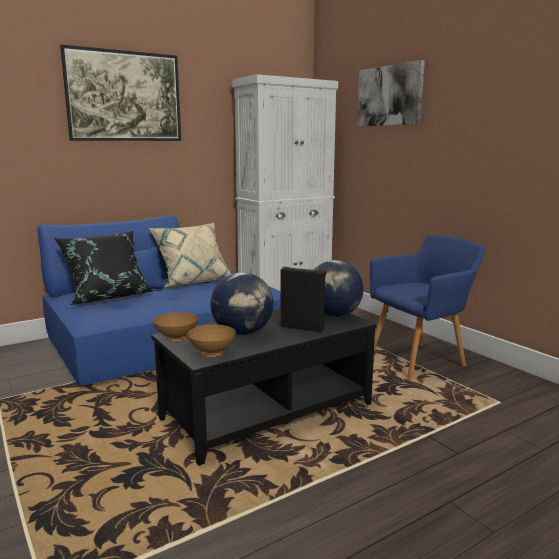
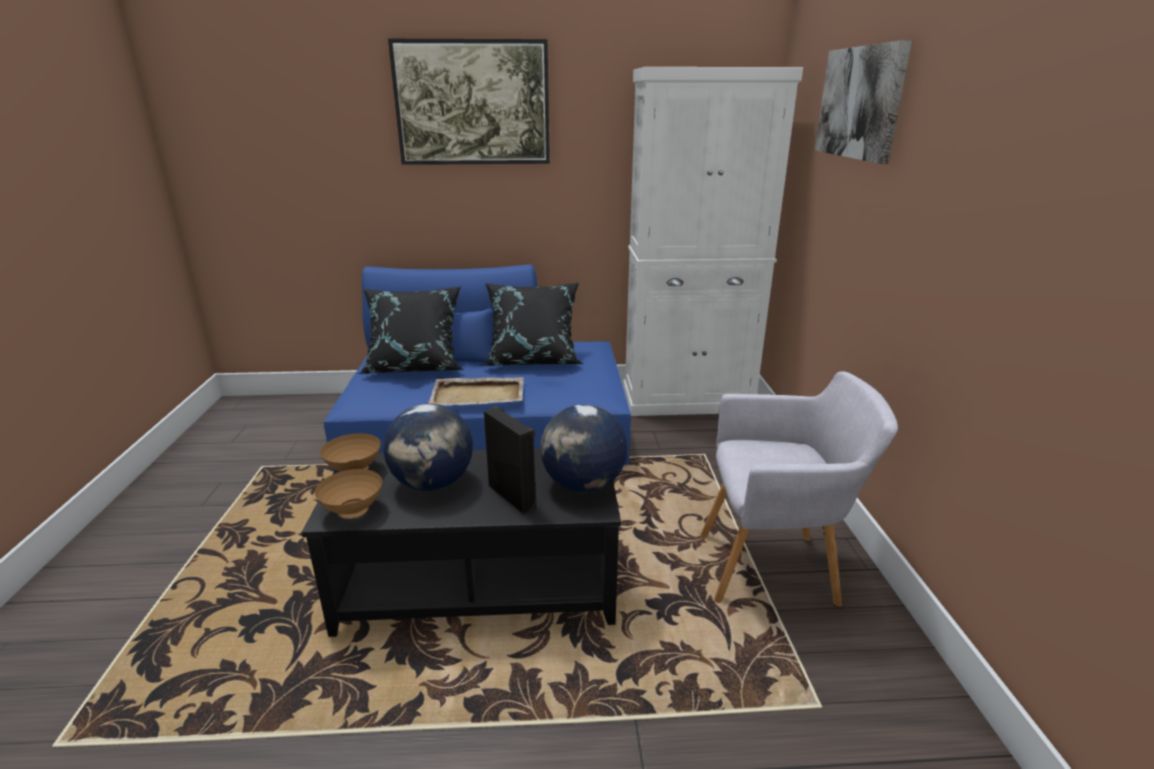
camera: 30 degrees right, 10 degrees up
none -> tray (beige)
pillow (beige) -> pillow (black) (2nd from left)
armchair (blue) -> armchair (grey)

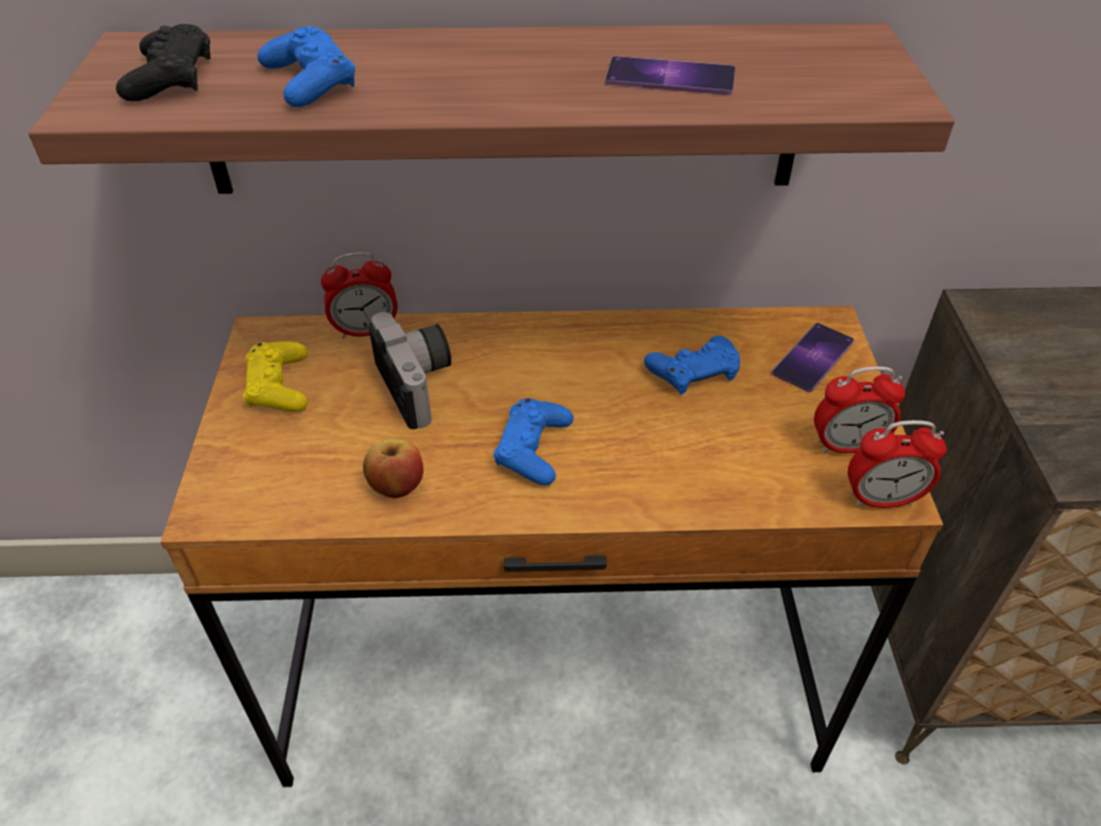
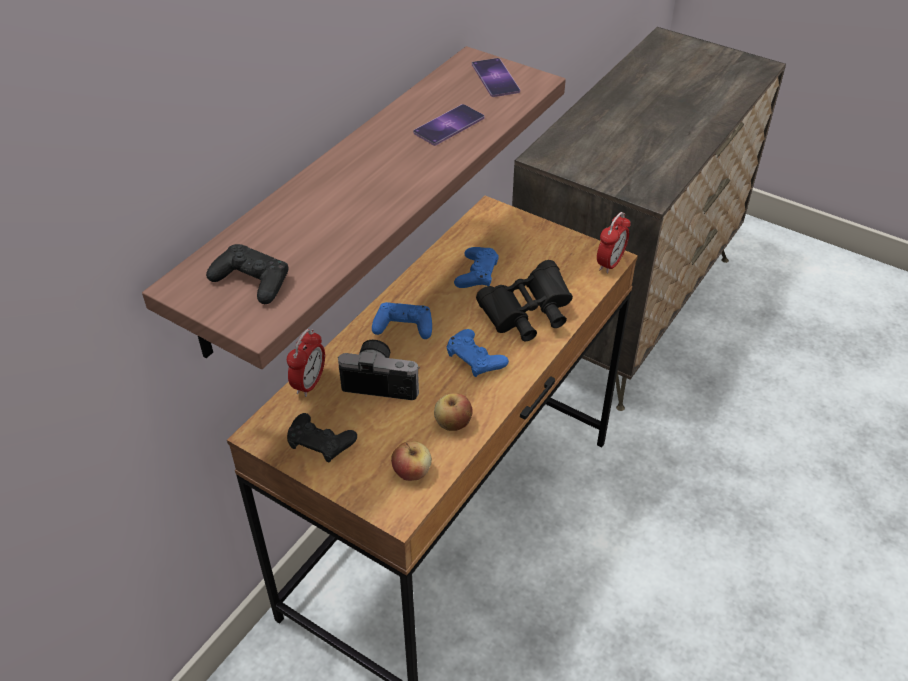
camera: 55 degrees left, 0 degrees up
game controller (yellow) -> game controller (black) (2nd from left)
game controller (blue) (1st from left), moved
none -> apple (1st from left)
phone (2nd from left), moved
none -> binoculars (black)
alarm clock (2nd from left) -> none

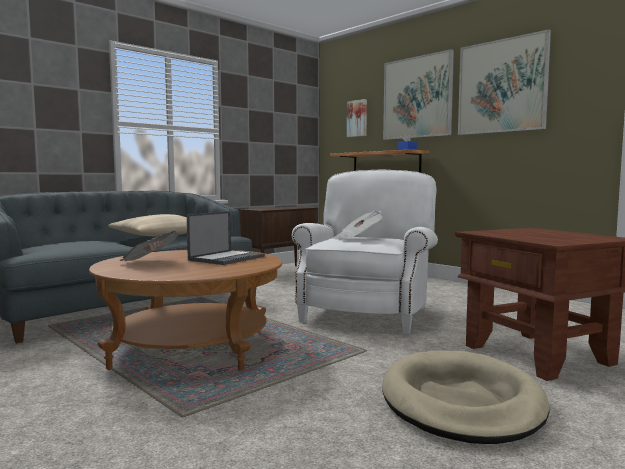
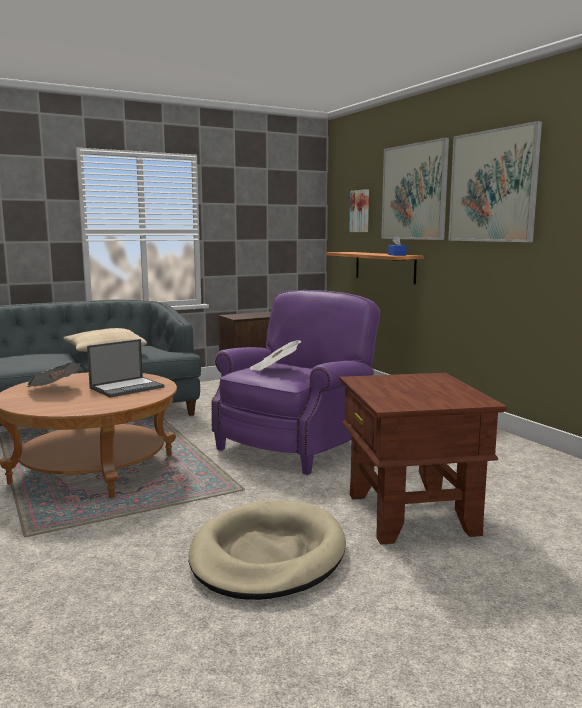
camera: 15 degrees right, 5 degrees up
armchair (white) -> armchair (purple)

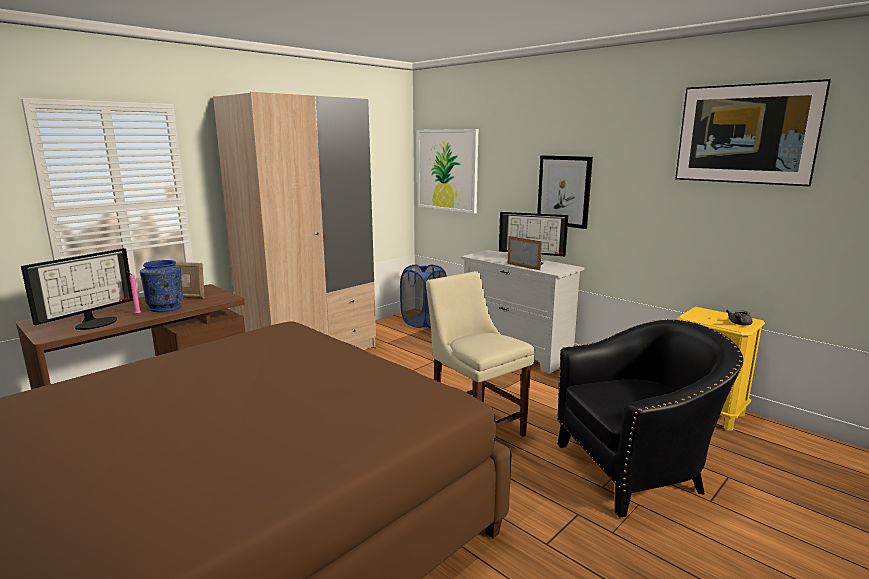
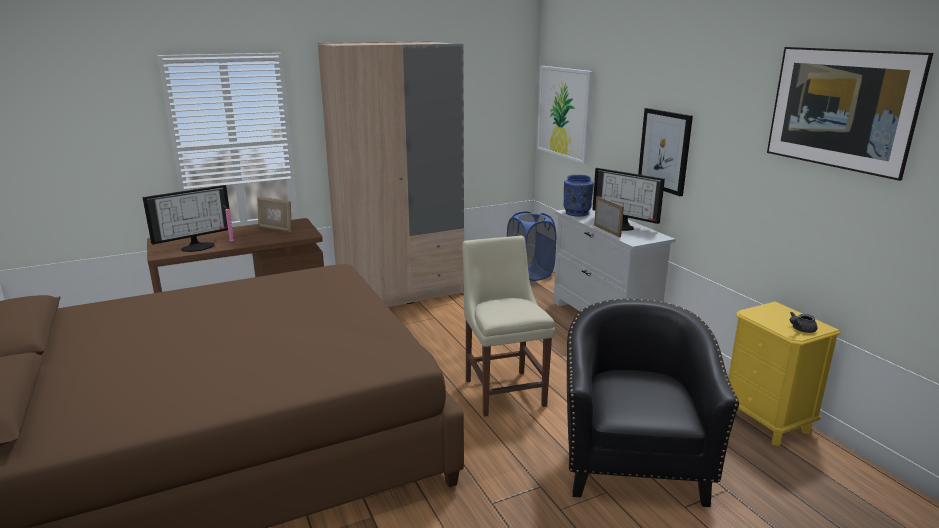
camera: 20 degrees right, 5 degrees up
vase (blue), moved
armchair (black), 90 degrees counterclockwise

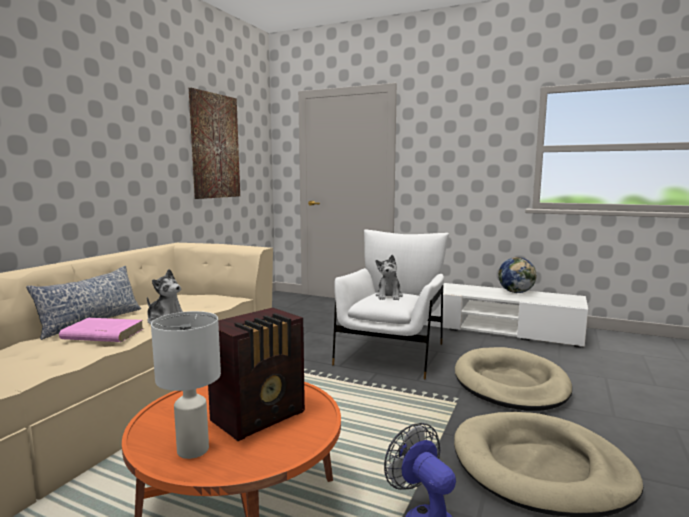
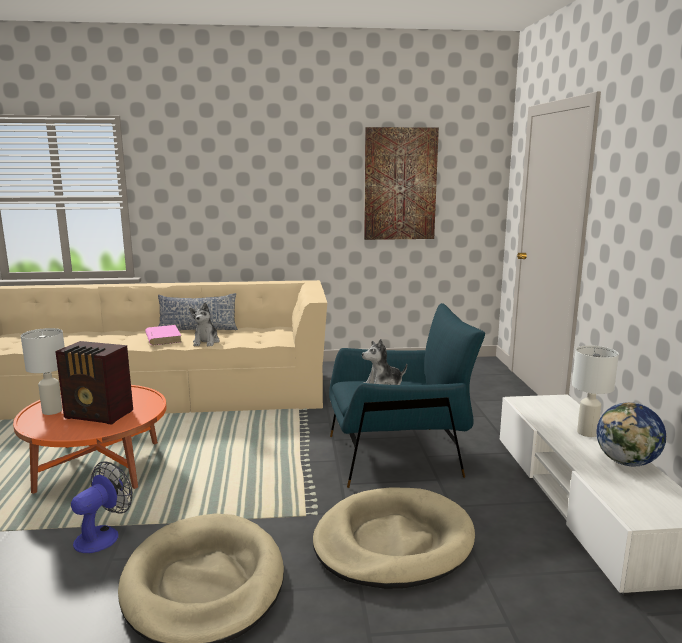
camera: 60 degrees right, 5 degrees up
armchair (white) -> armchair (blue)
none -> table lamp (white) (2nd from left)

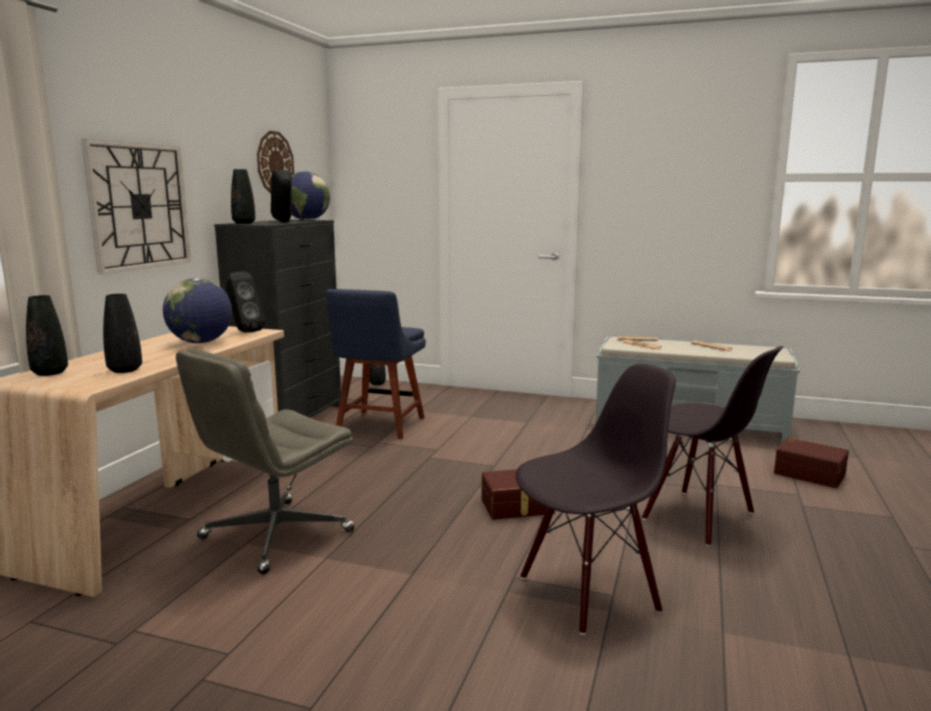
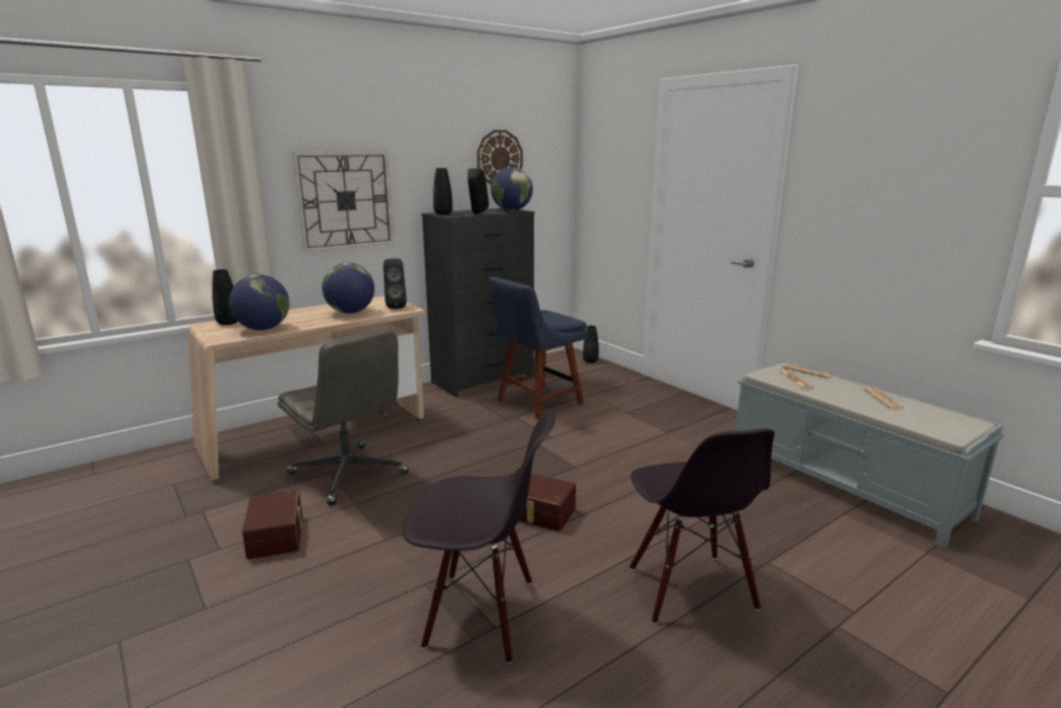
camera: 35 degrees right, 5 degrees up
vase (black) (2nd from left) -> globe (1st from left)
storage box (brown) (2nd from left in the first image) -> storage box (brown) (1st from left), moved
office chair (grey), 120 degrees counterclockwise

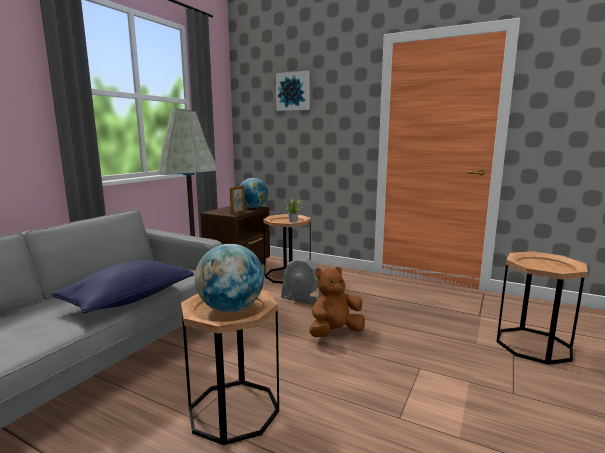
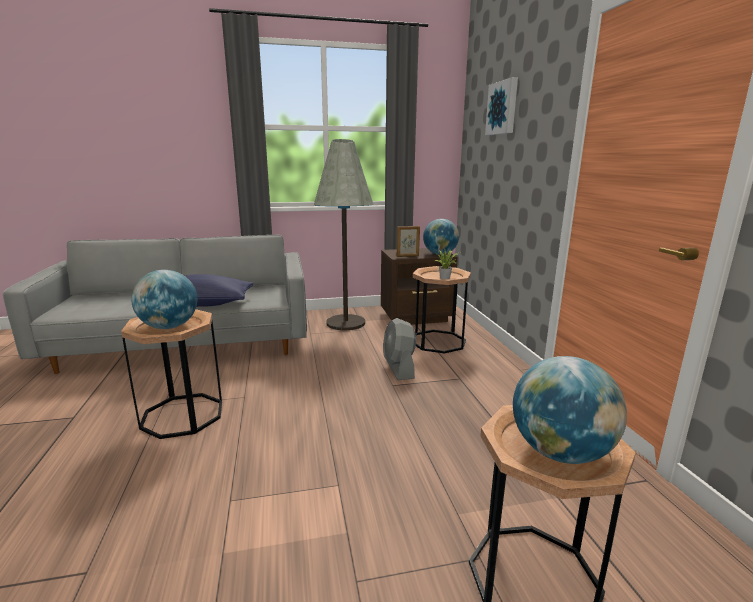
camera: 50 degrees right, 5 degrees up
none -> globe (3rd from left)
plush toy (brown) -> none

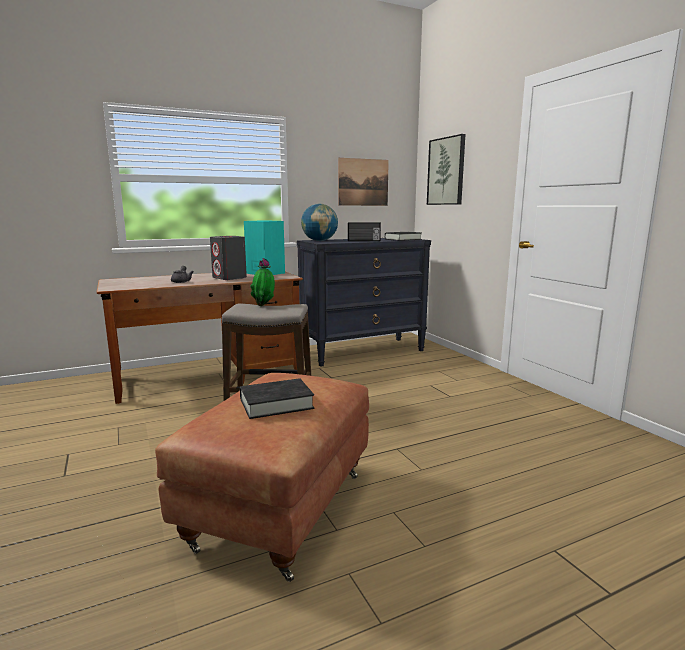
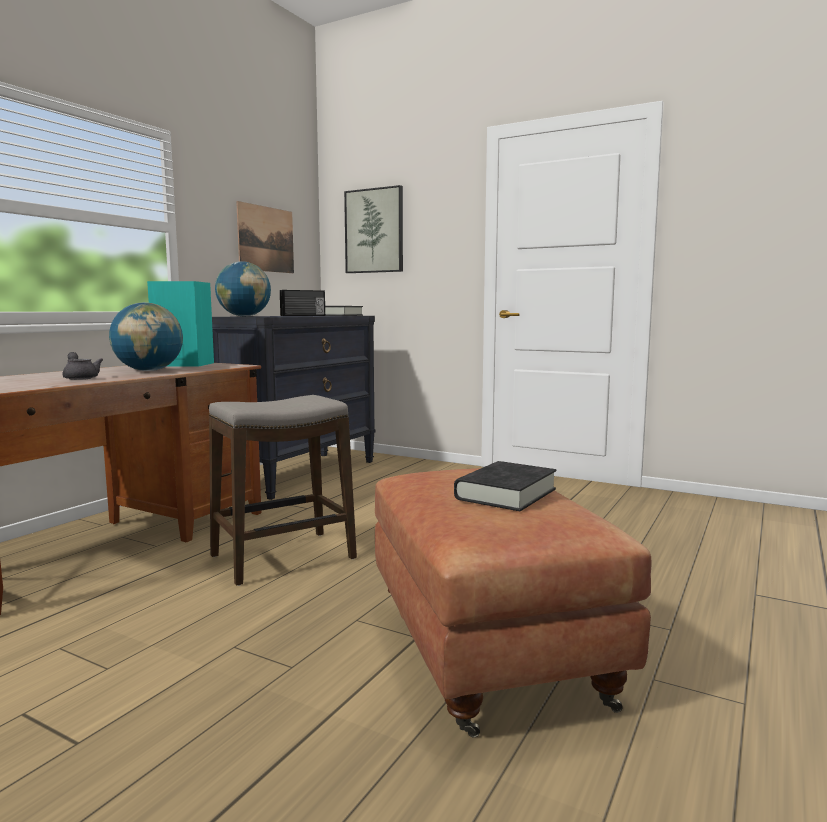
camera: 35 degrees left, 5 degrees down
speaker (grey) -> globe (1st from left)
potted plant -> none

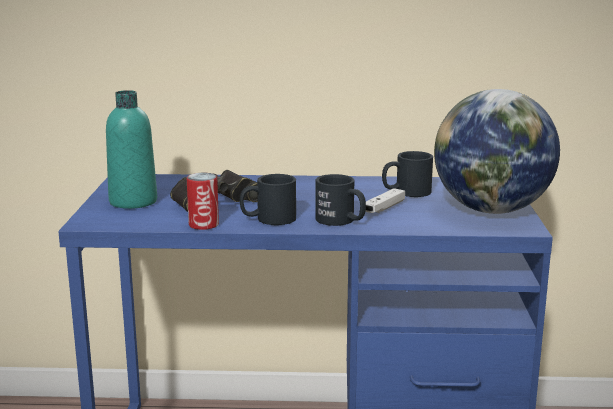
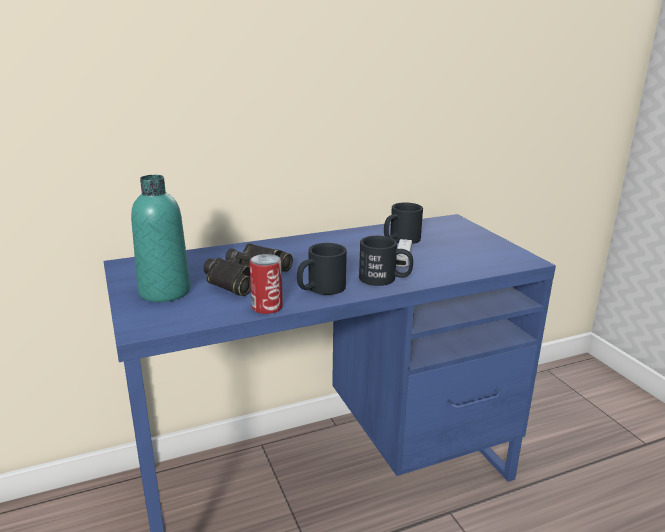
camera: 25 degrees left, 5 degrees up
globe -> none

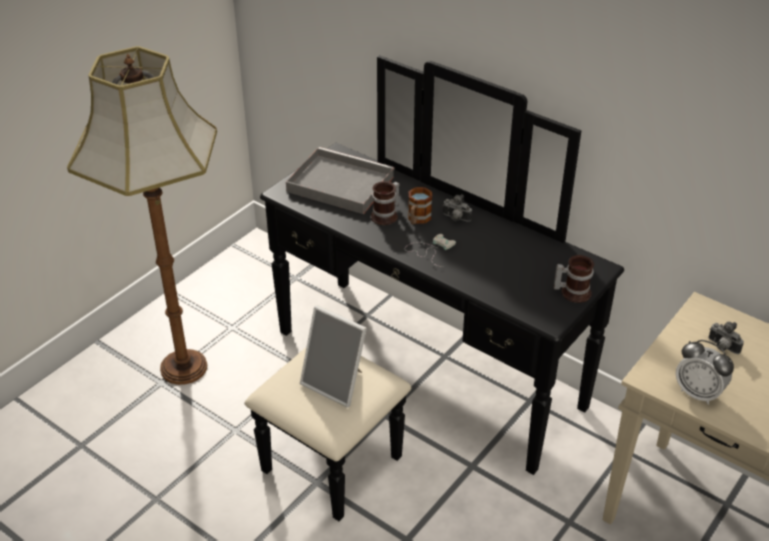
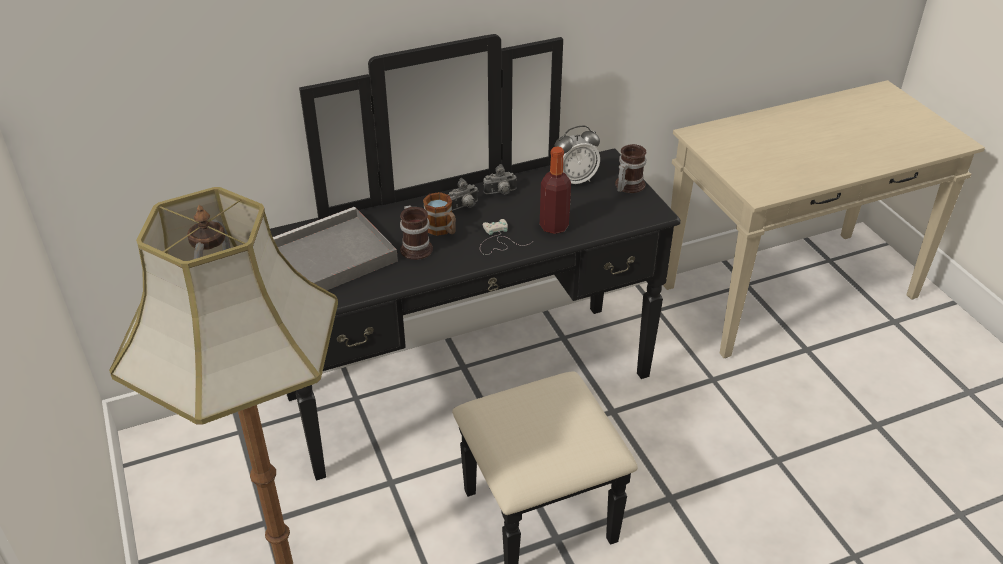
camera: 60 degrees left, 0 degrees up
photo camera (2nd from left), moved
none -> bottle
alarm clock, moved
picture frame -> none

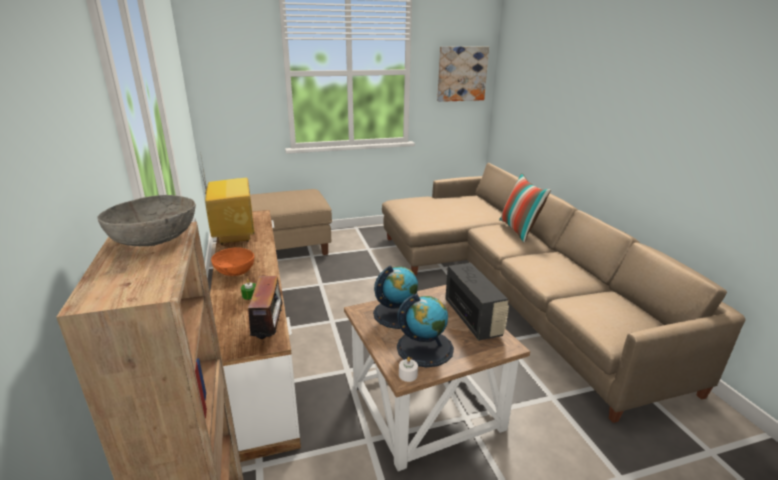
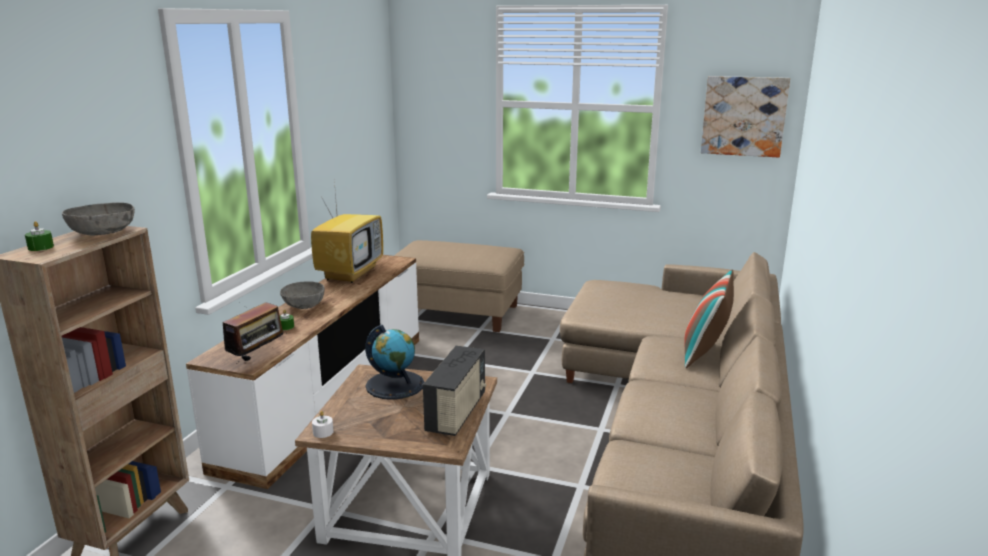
camera: 35 degrees right, 5 degrees down
none -> candle (green) (1st from left)
bowl (orange) -> bowl (grey) (2nd from left)
globe (2nd from left) -> none

